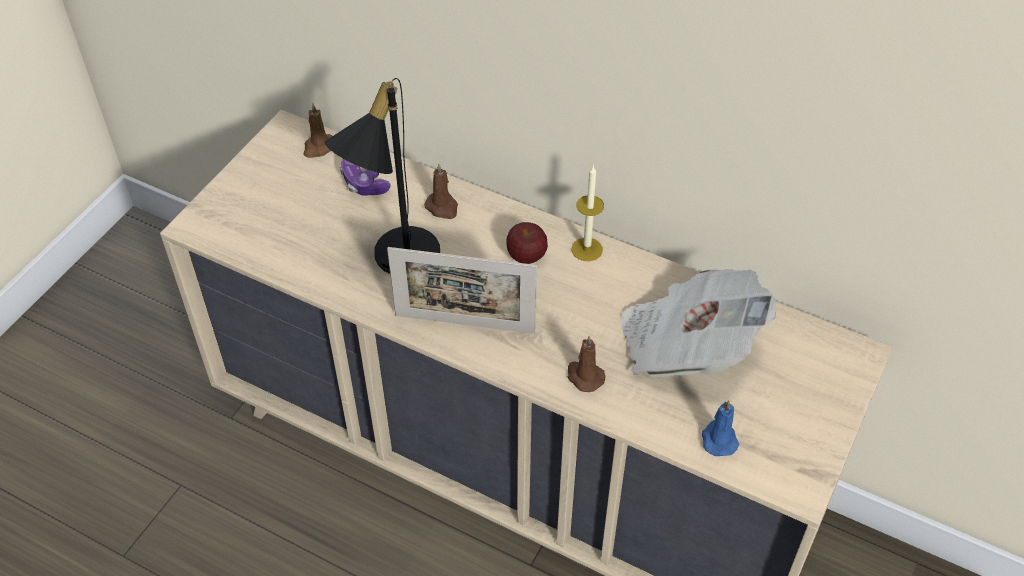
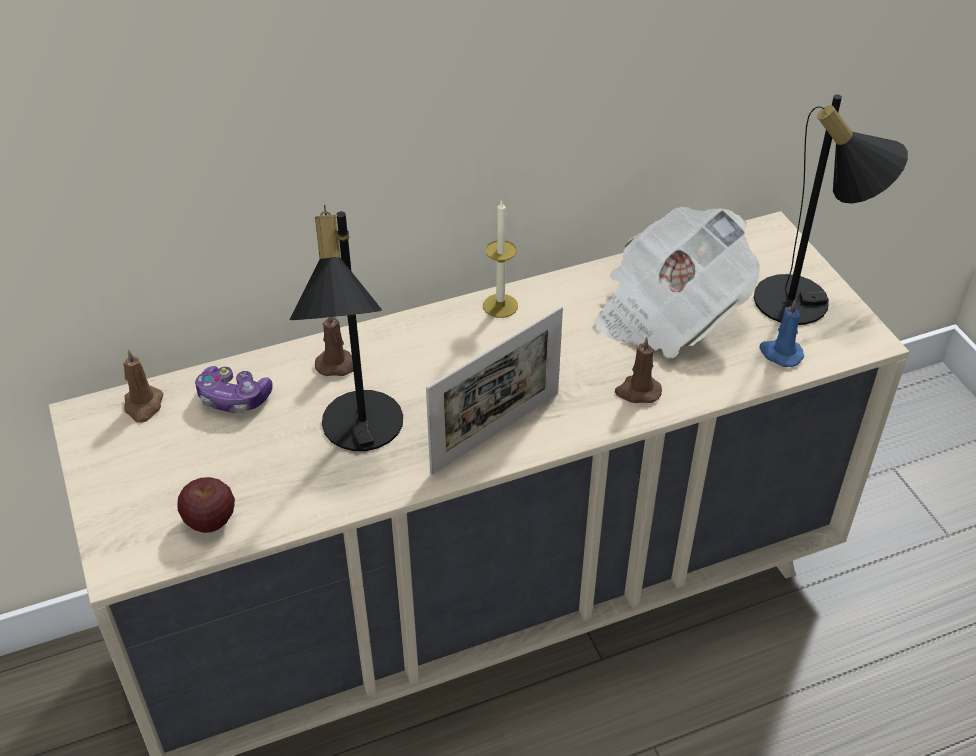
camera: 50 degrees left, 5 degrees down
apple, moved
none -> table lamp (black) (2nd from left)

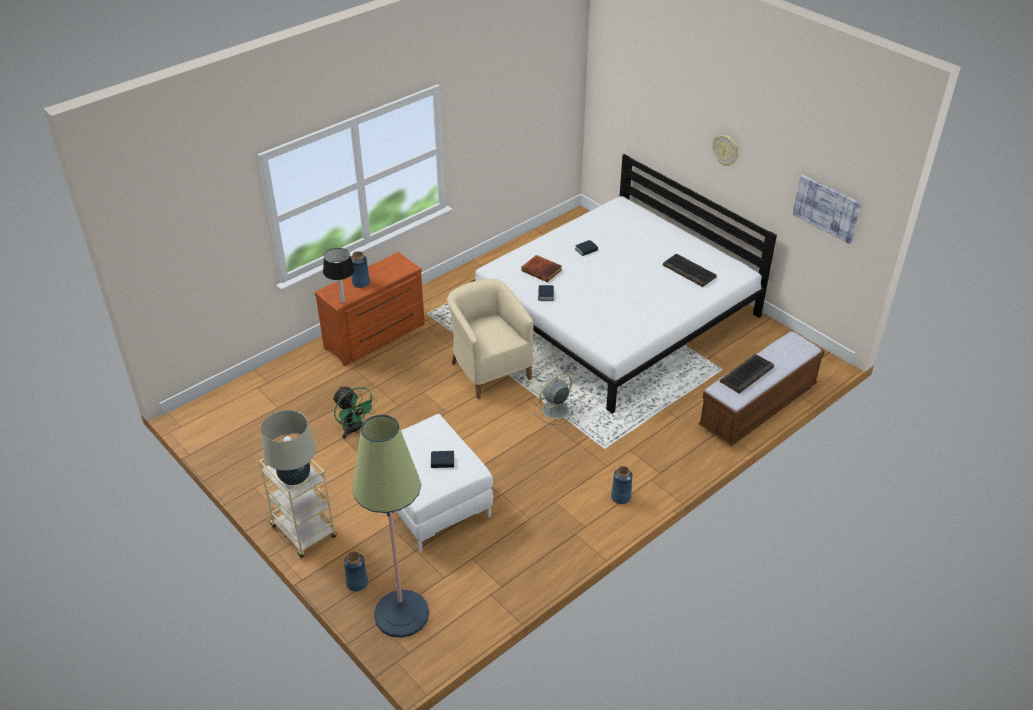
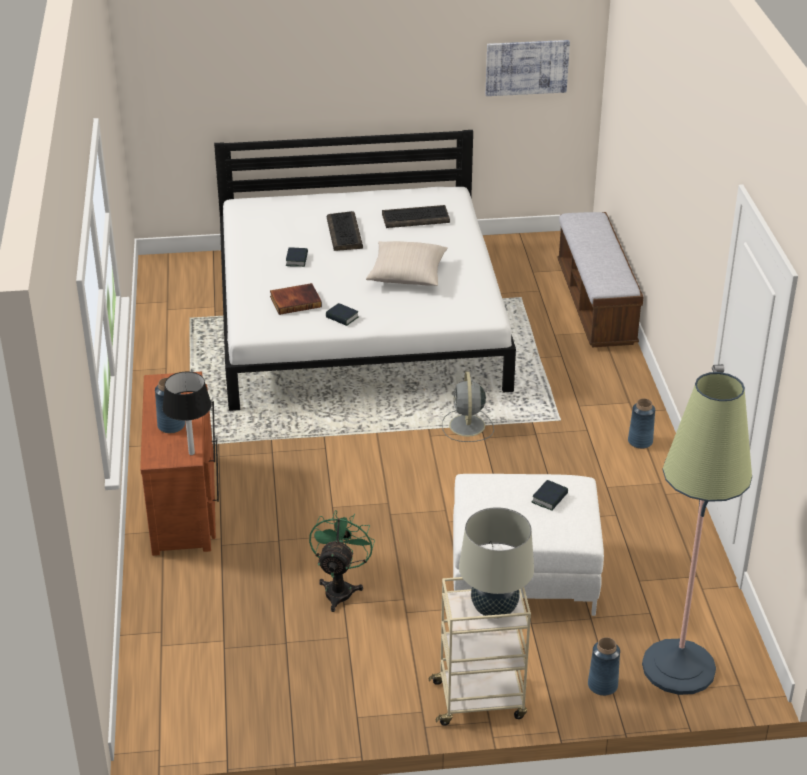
camera: 55 degrees left, 5 degrees down
fan (green), 75 degrees counterclockwise
keyboard (2nd from left in the first image) -> keyboard (1st from left), moved
none -> pillow (beige)
armchair (beige) -> none
wall clock -> none

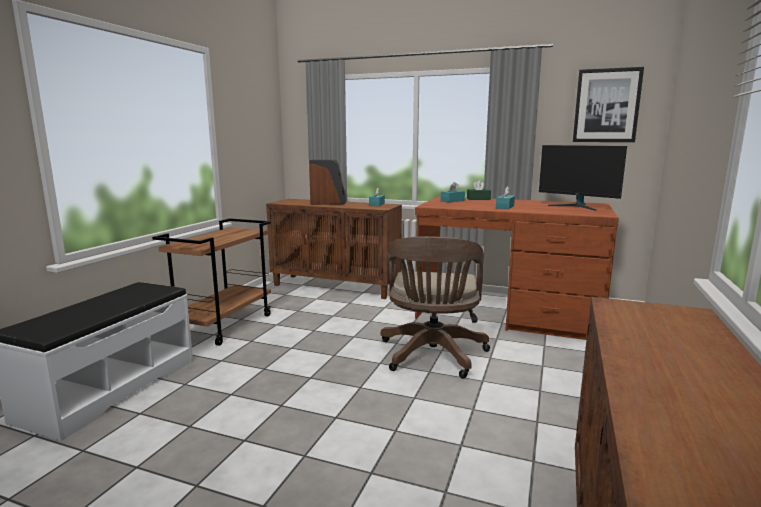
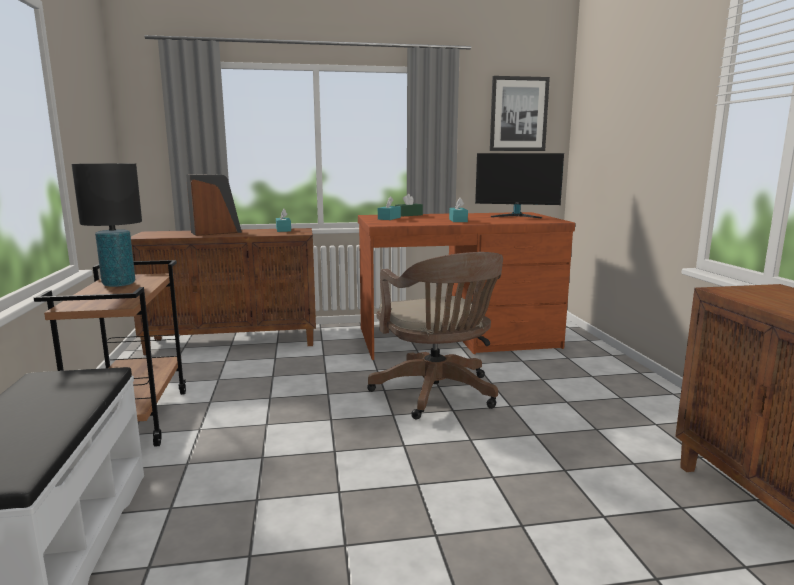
camera: 30 degrees left, 0 degrees up
none -> table lamp (black)

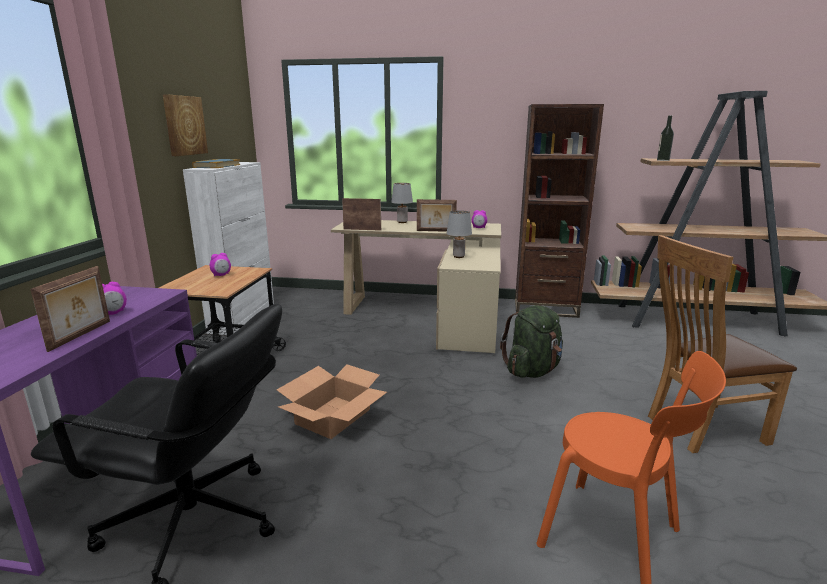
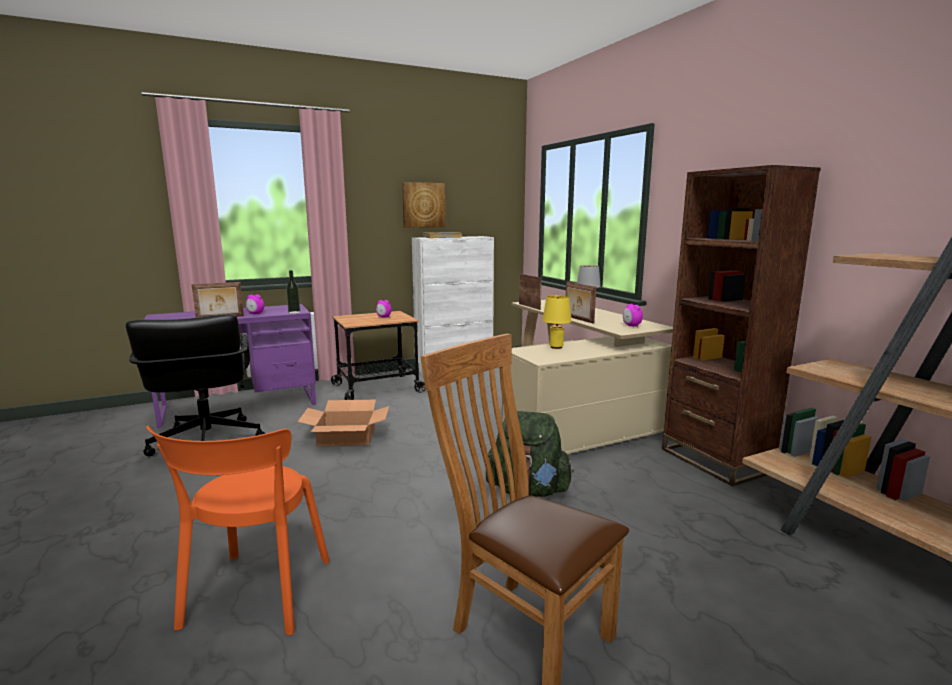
camera: 55 degrees right, 5 degrees down
bottle, moved
table lamp (grey) (2nd from left) -> table lamp (yellow)

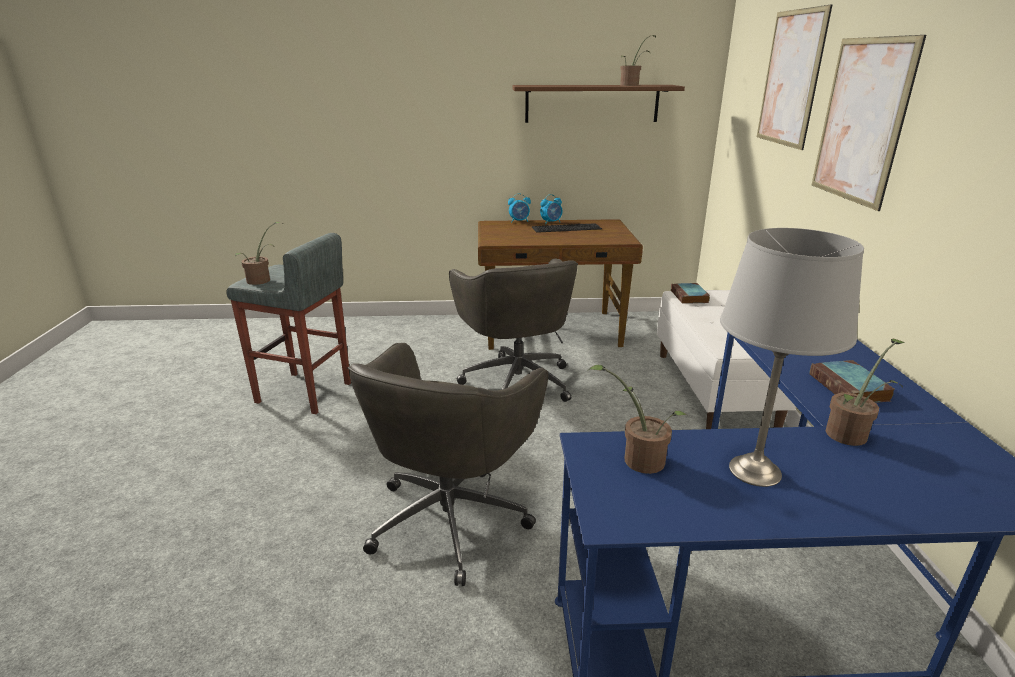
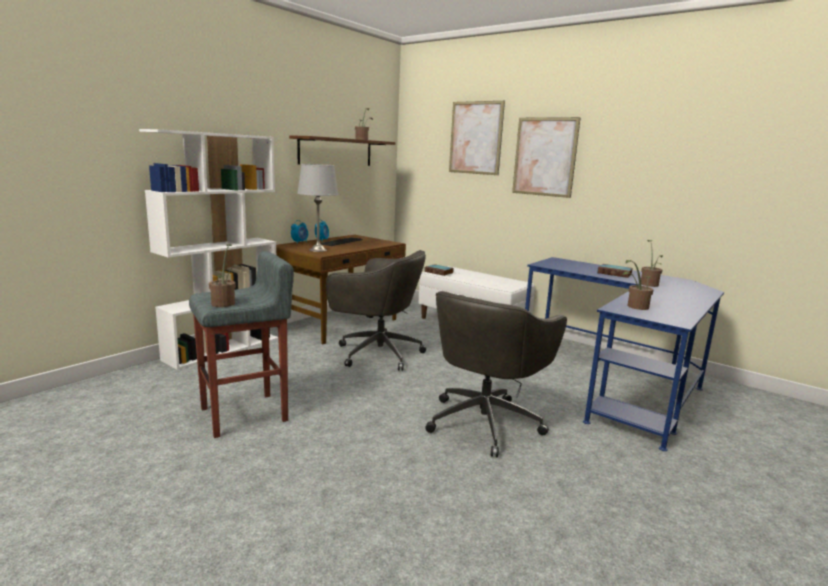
camera: 50 degrees left, 10 degrees down
none -> bookcase (white)
table lamp (grey), moved
office chair (grey) (1st from left in the first image) -> office chair (grey) (2nd from left), 60 degrees clockwise

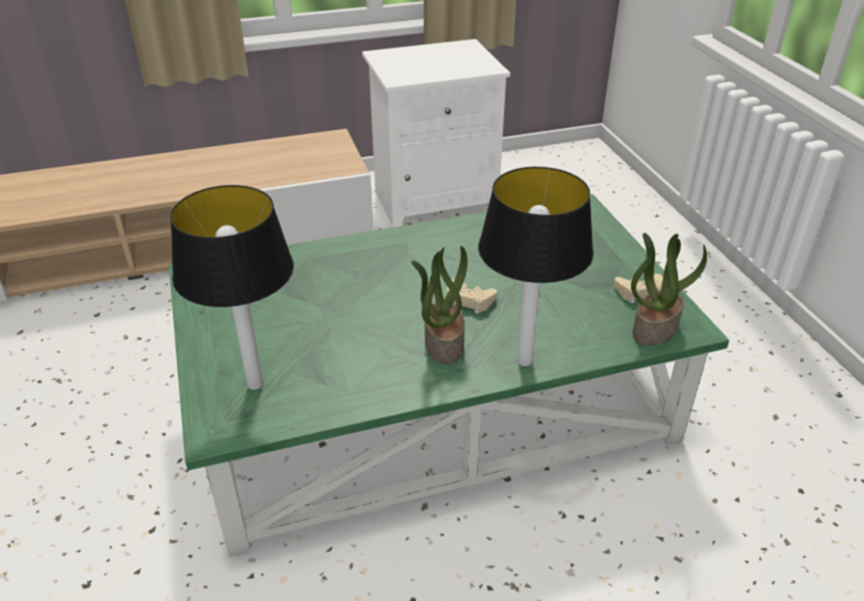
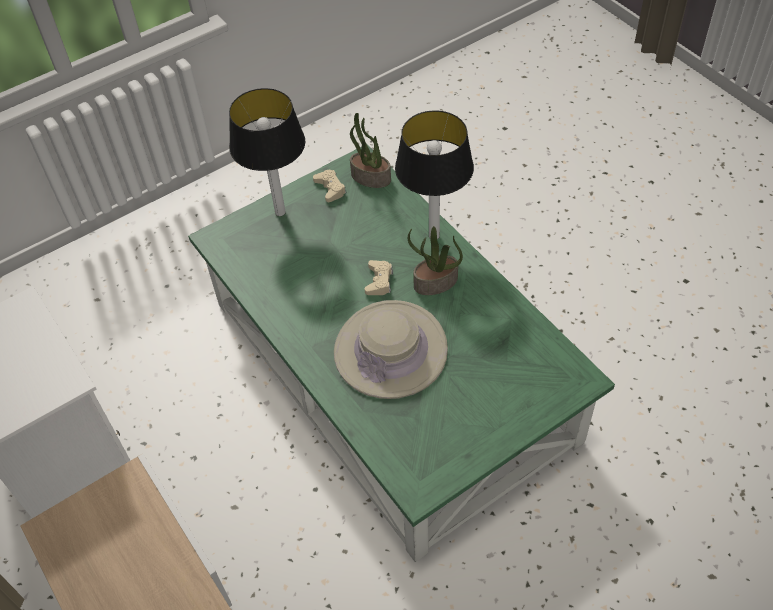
camera: 105 degrees left, 15 degrees up
table lamp (1st from left), moved
none -> hat (beige)

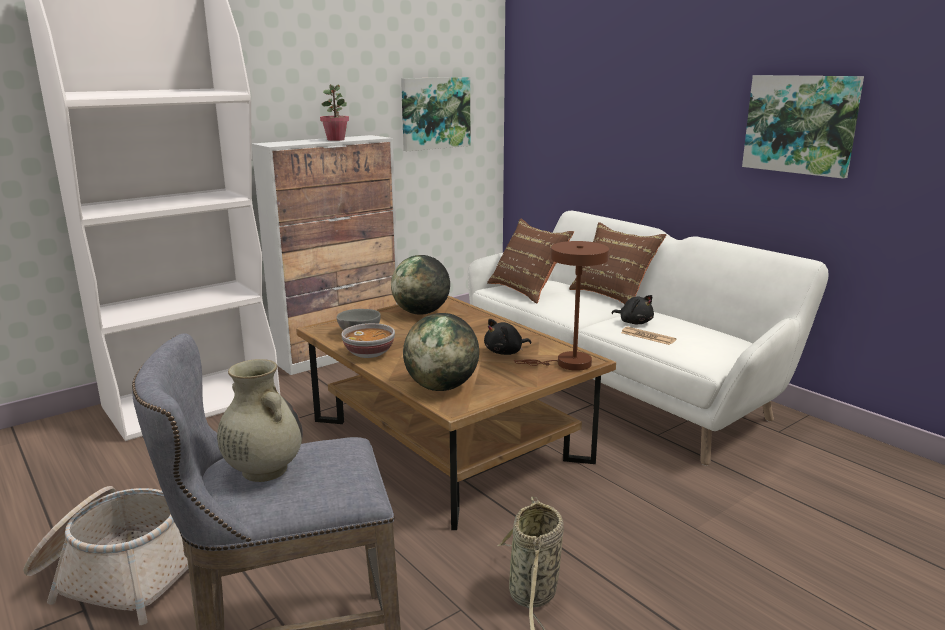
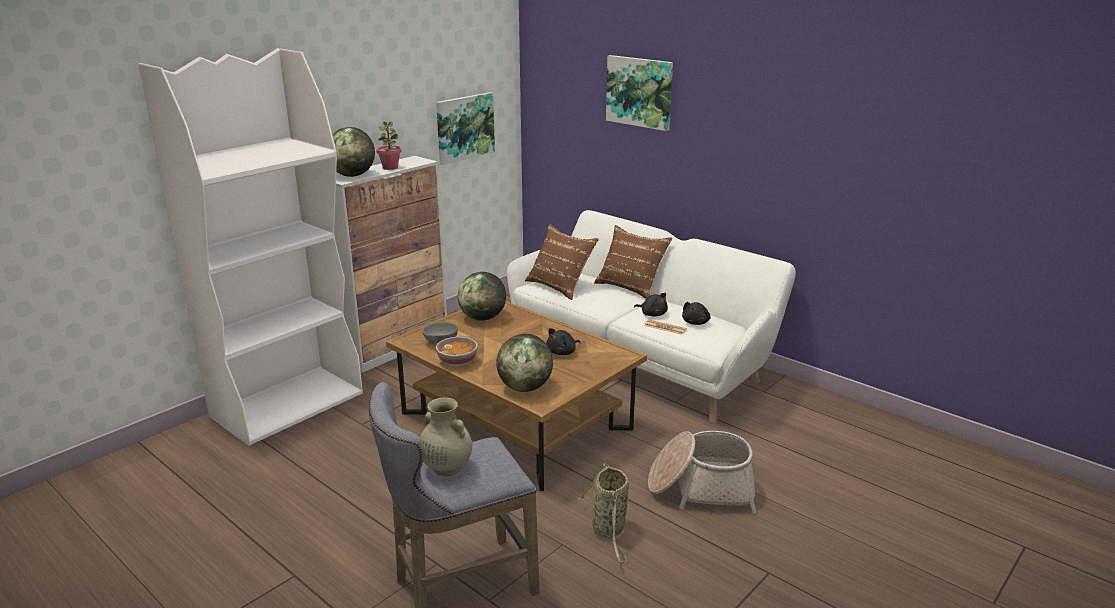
camera: 10 degrees left, 5 degrees up
none -> globe (1st from left)
picture (2nd from left), moved
basket (1st from left in the first image) -> basket (2nd from left), moved
none -> plush toy (black) (3rd from left)
table lamp (brown) -> none

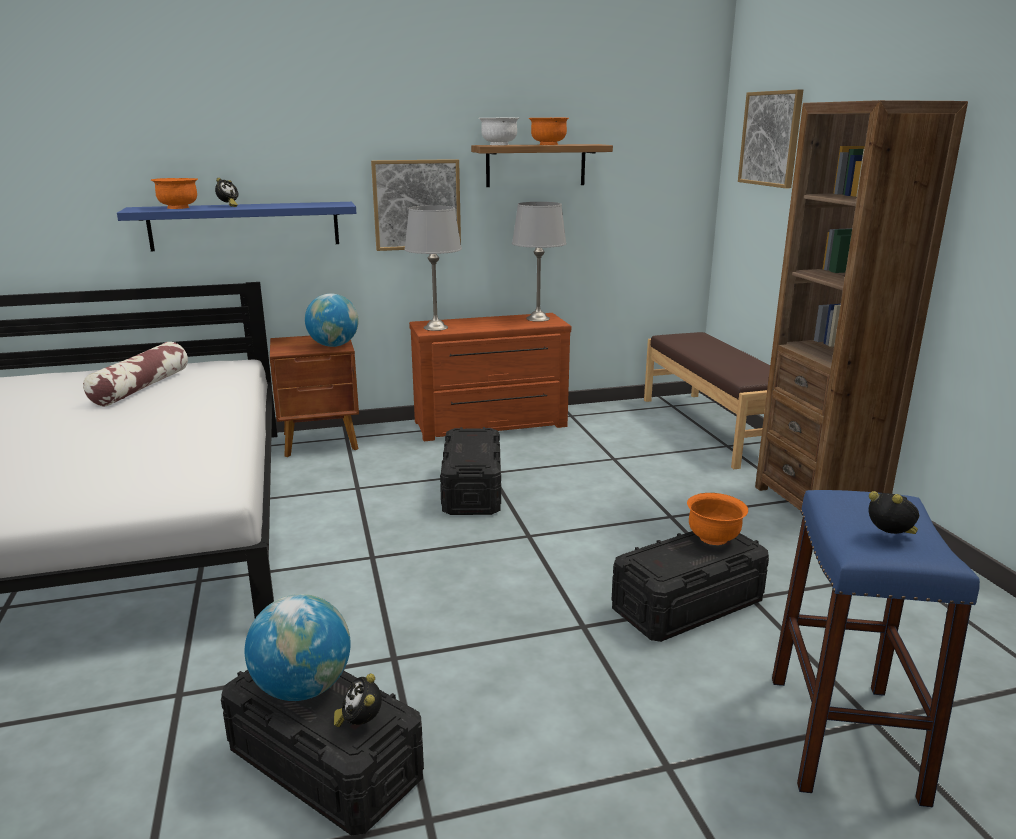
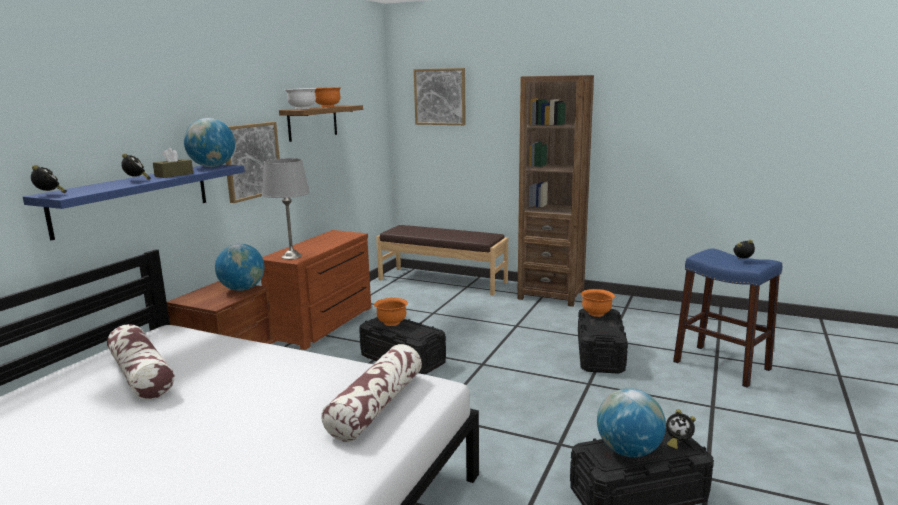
camera: 50 degrees left, 5 degrees down
none -> alarm clock (1st from left)
none -> tissue box (brown)
none -> globe (1st from left)
none -> pillow (2nd from left)
bowl (orange) (1st from left in the first image) -> bowl (orange) (2nd from left), moved
table lamp (grey) (2nd from left) -> none

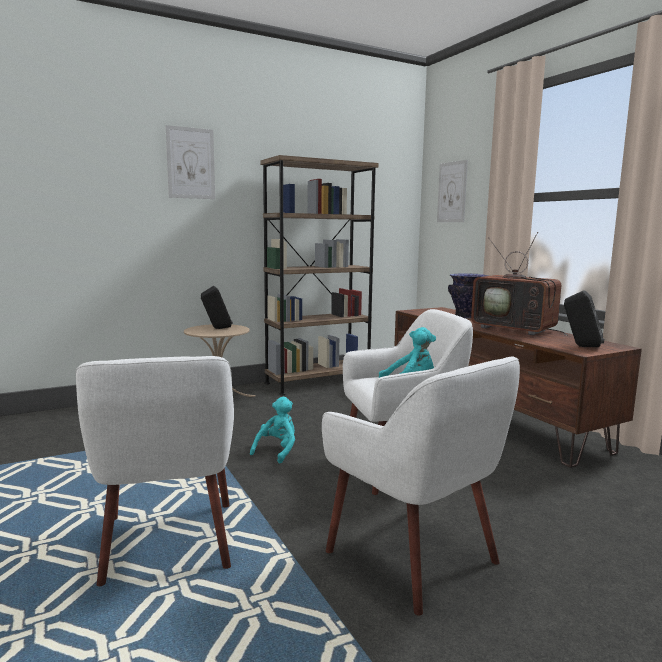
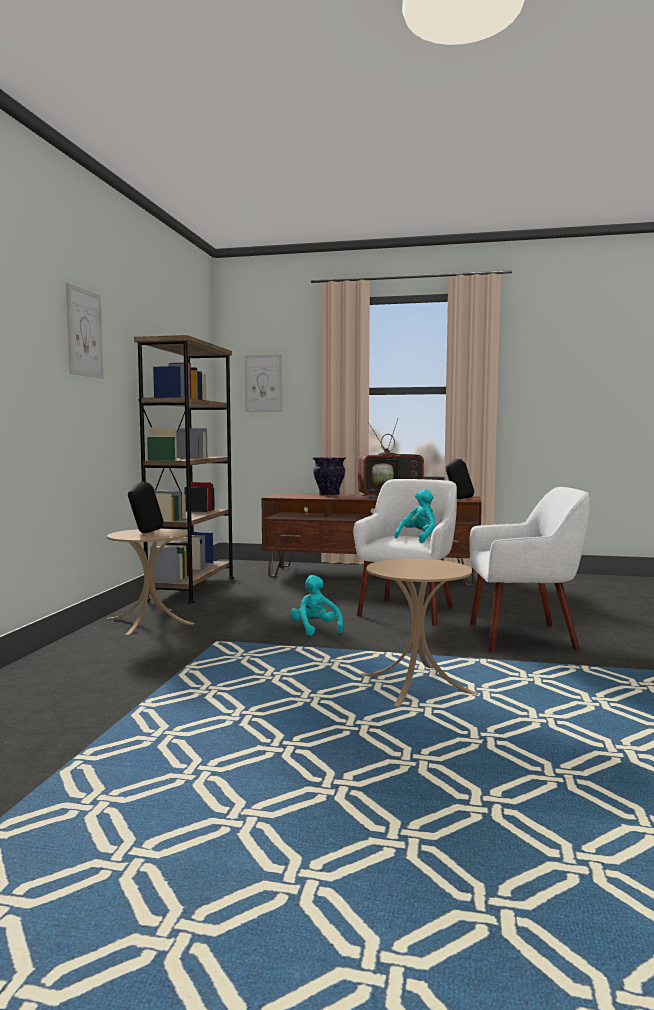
camera: 50 degrees left, 5 degrees down
armchair (white) (1st from left) -> side table (beige) (2nd from left)

